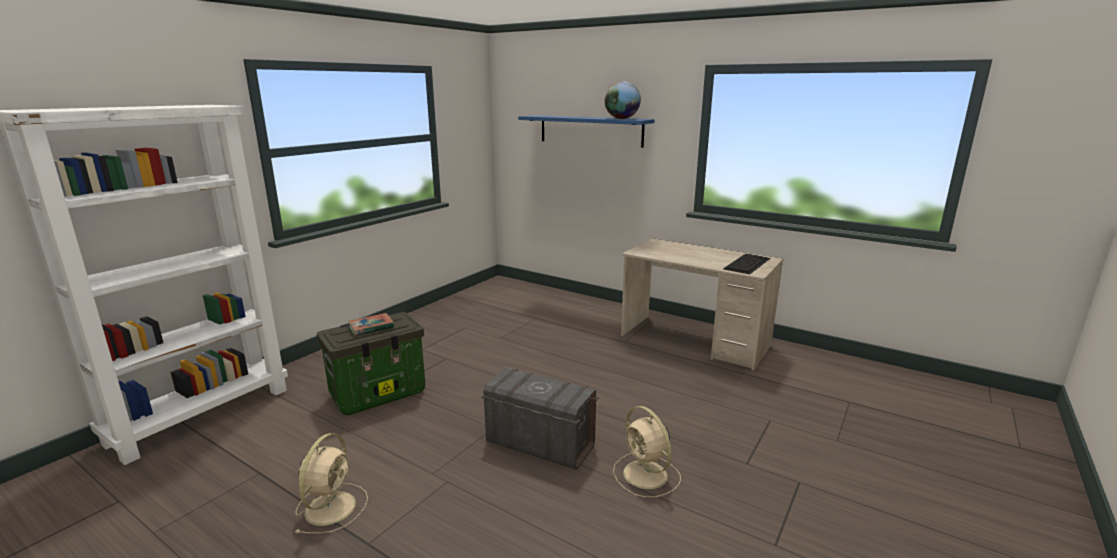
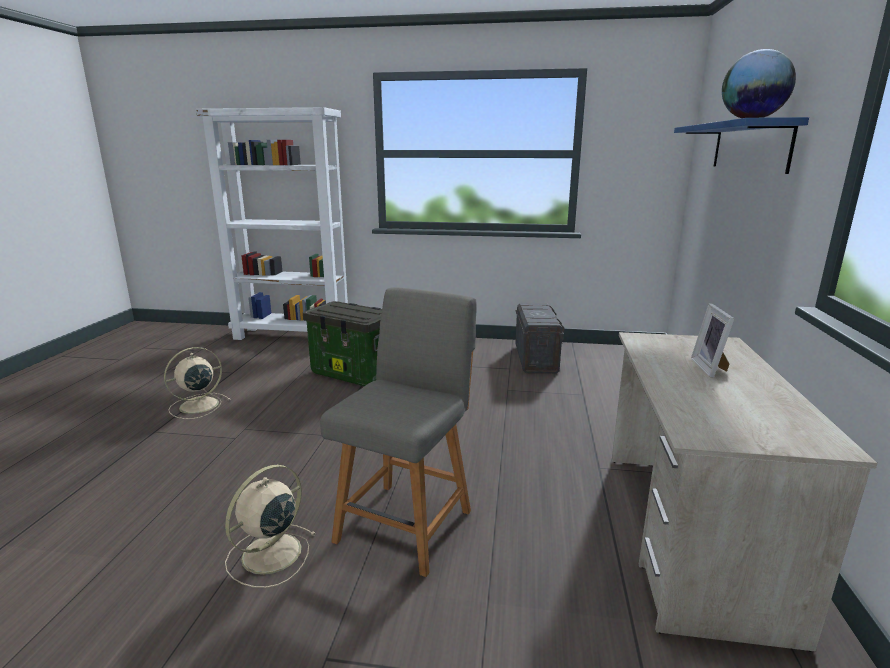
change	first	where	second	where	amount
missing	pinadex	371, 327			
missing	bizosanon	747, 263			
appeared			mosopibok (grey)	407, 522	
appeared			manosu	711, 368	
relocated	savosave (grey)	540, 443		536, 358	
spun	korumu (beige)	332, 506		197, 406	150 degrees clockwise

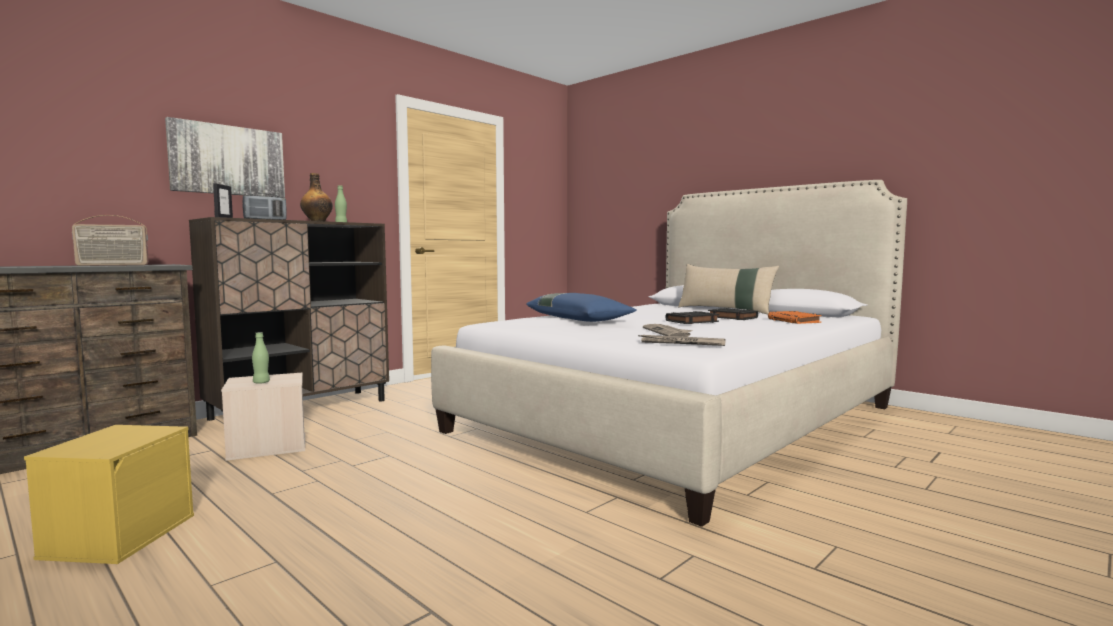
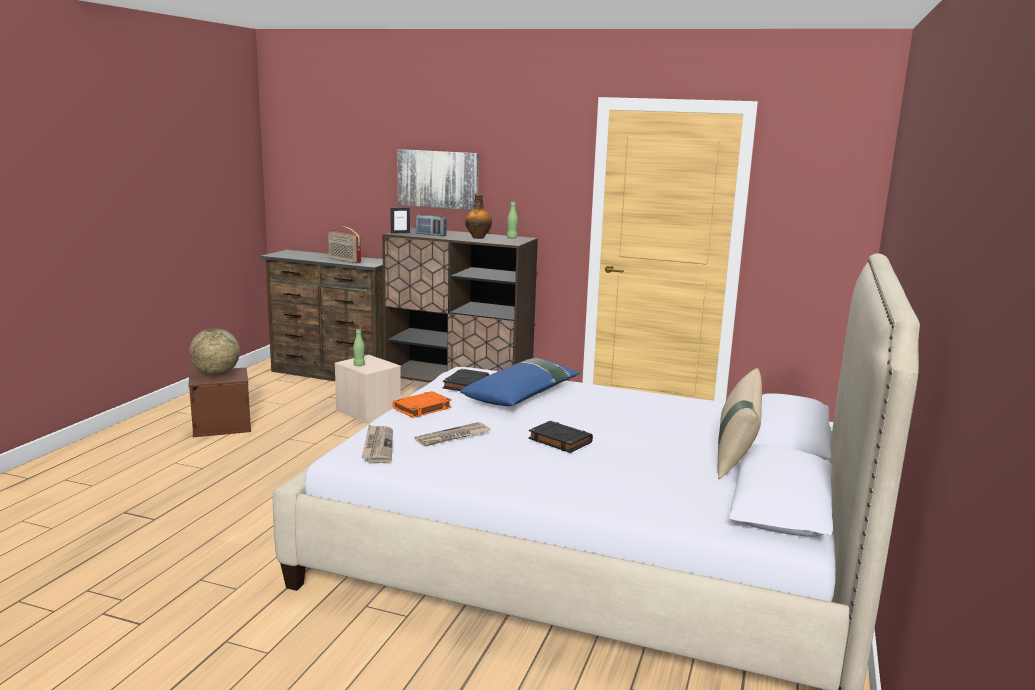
change	first	where	second	where	amount
appeared			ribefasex	216, 374	
relocated	pinadex (black)	732, 317		466, 384	
relocated	pinadex (orange)	794, 321		422, 408	
colour	savosave (yellow)	120, 535	savosave (brown)	223, 426	

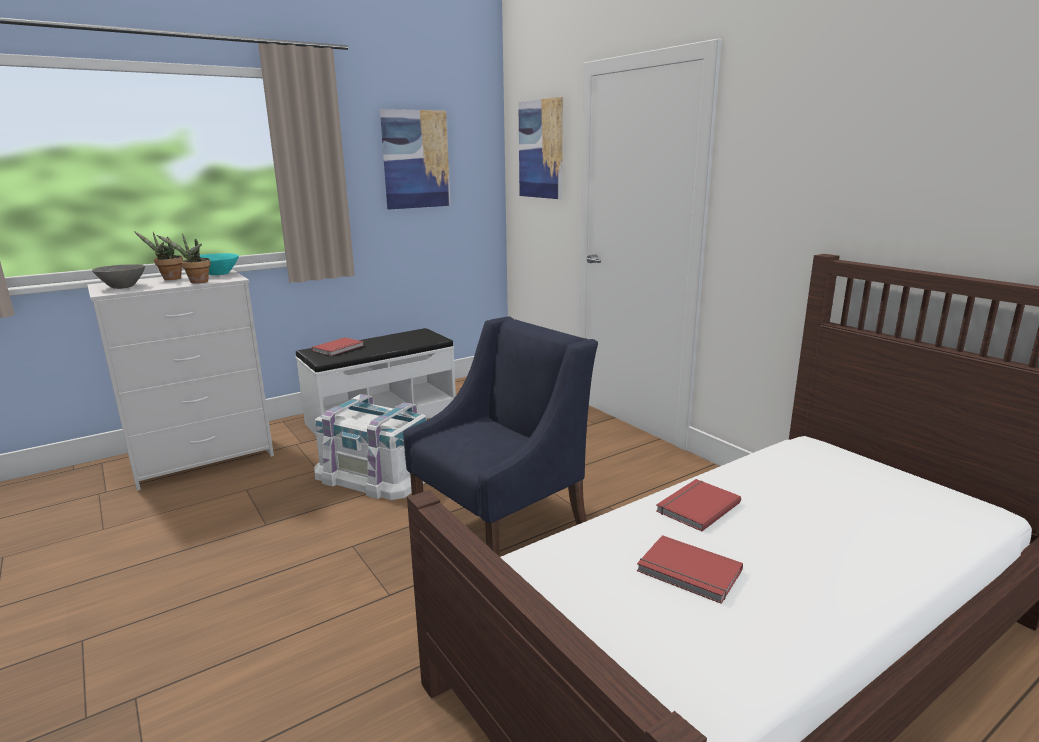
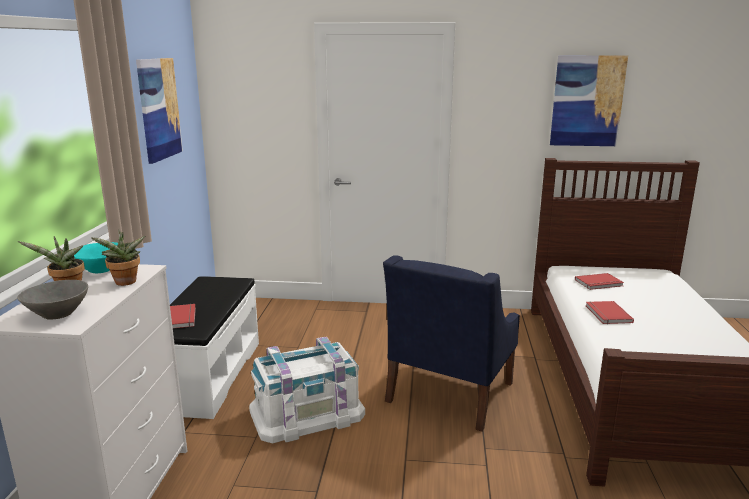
change	first	where	second	where	amount
relocated	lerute	541, 149		587, 101	
relocated	pinadex (red)	688, 573		599, 283	
spun	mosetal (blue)	502, 522		448, 392	150 degrees counterclockwise

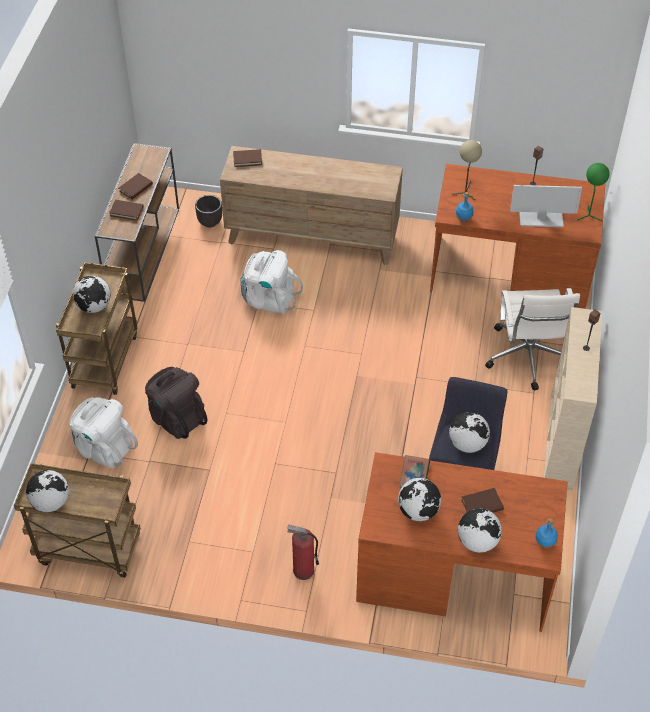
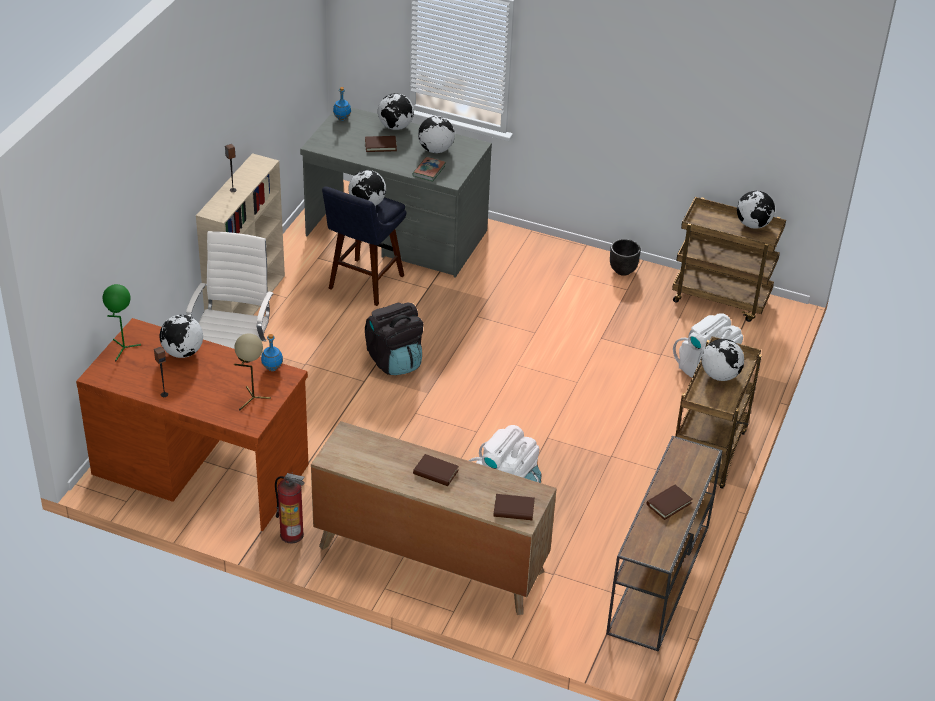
change	first	where	second	where	amount
relocated	pinadex (brown)	126, 211		435, 472	
relocated	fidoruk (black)	176, 417		394, 360	
relocated	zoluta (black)	210, 222		622, 270	
relocated	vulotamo	303, 570		292, 534	
exchanged	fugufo	540, 219	ribefasex	182, 352	
colour	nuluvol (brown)	453, 573	nuluvol (grey)	396, 234	

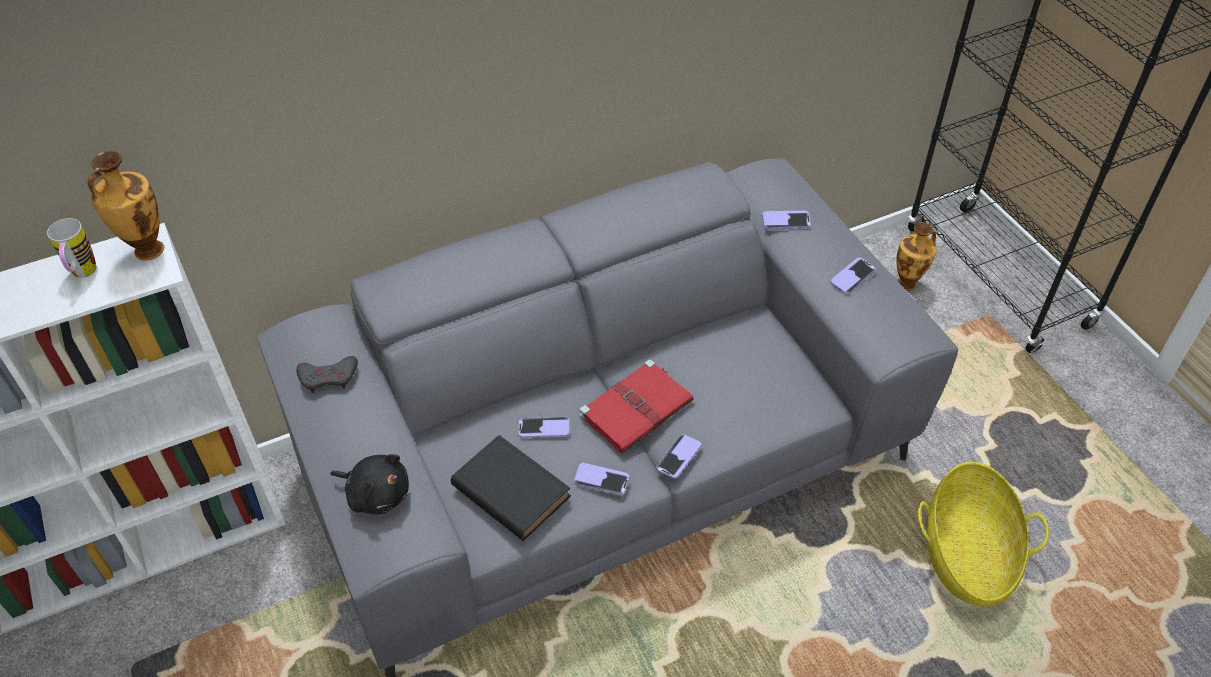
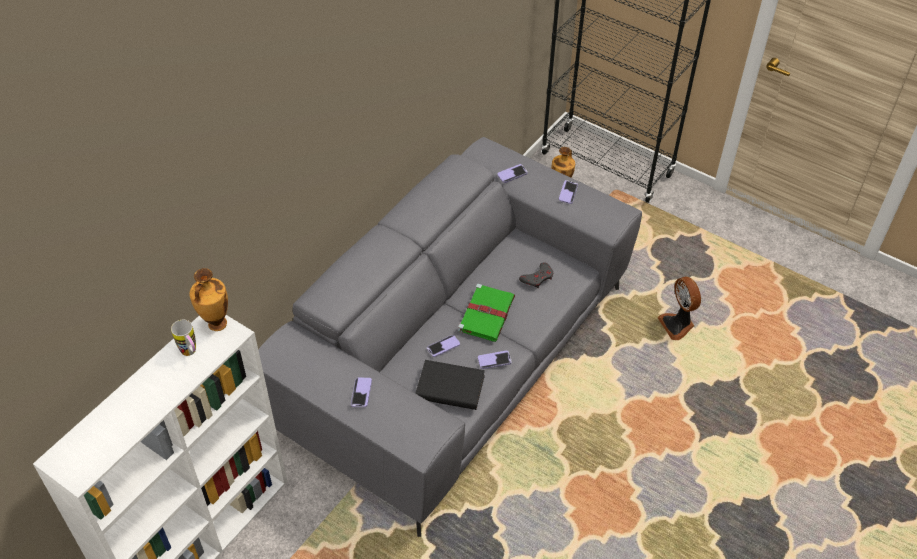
change	first	where	second	where	amount
missing	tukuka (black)	376, 494			
relocated	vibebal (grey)	328, 377		537, 278	
relocated	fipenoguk	678, 457		361, 393	
exchanged	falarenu	967, 553	korumu	677, 325	
colour	pinadex (red)	637, 408	pinadex (green)	486, 313	

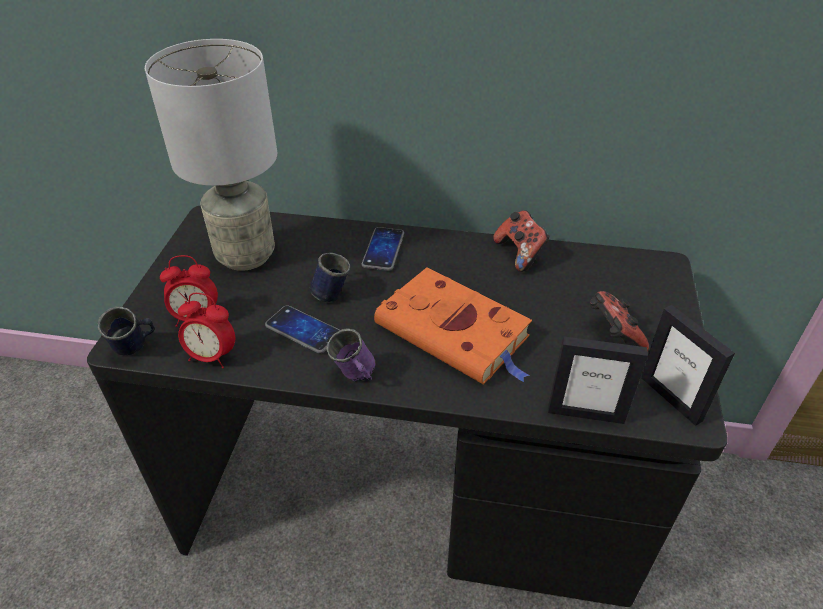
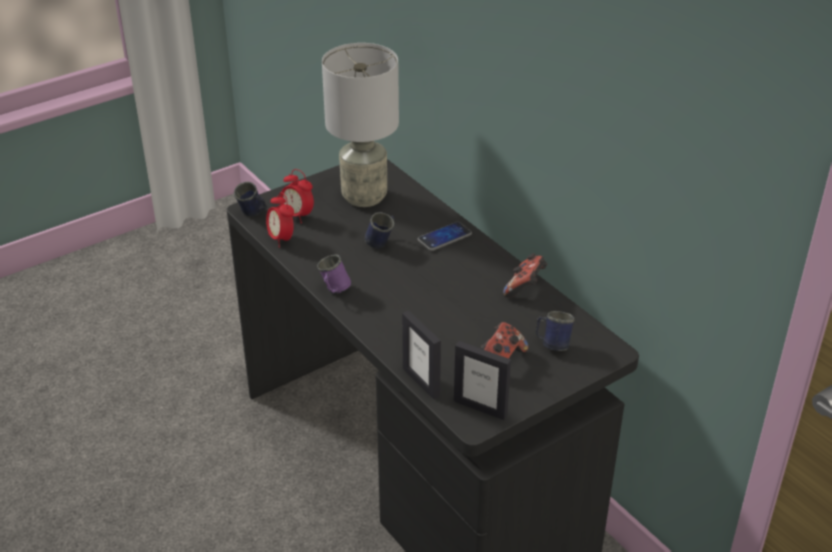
change	first	where	second	where	amount
missing	fipenoguk	303, 330			
missing	pinadex (orange)	456, 333			
appeared			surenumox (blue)	552, 344	
spun	manosu	671, 398		480, 408	75 degrees counterclockwise

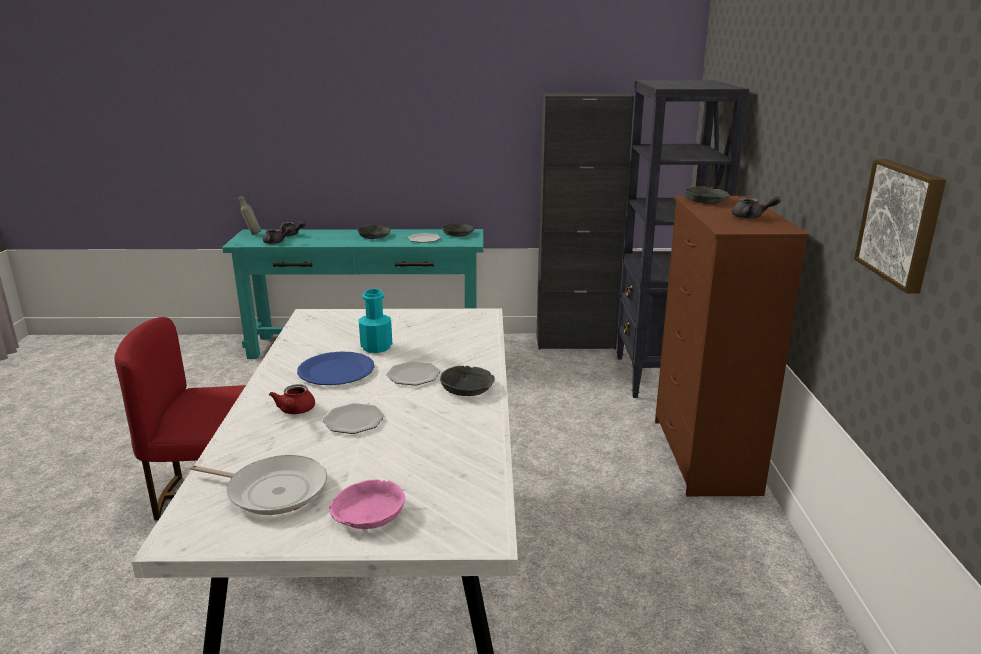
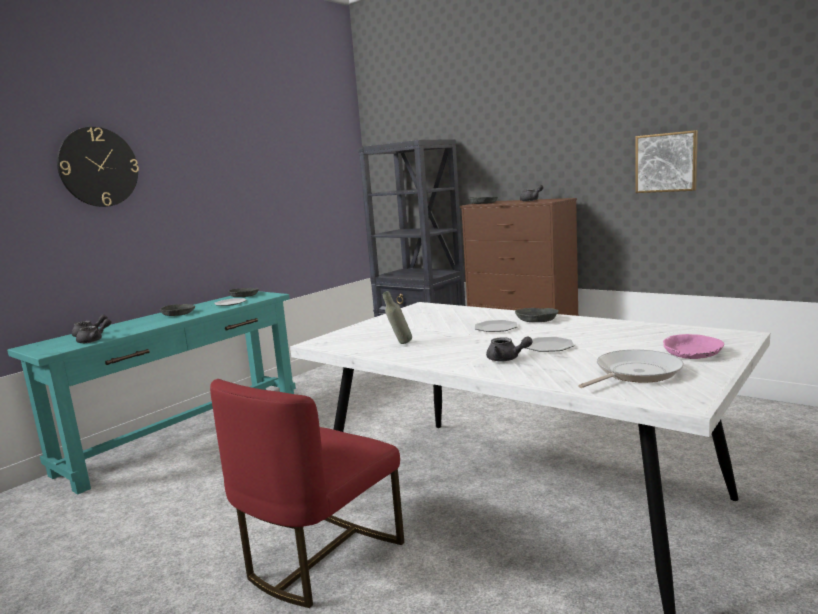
change	first	where	second	where	amount
missing	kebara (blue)	336, 371			
missing	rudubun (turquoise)	376, 347			
missing	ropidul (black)	575, 342			
appeared			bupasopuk	98, 167	
relocated	rudubun (grey)	252, 234		399, 344	
colour	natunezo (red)	295, 411	natunezo (grey)	507, 359	

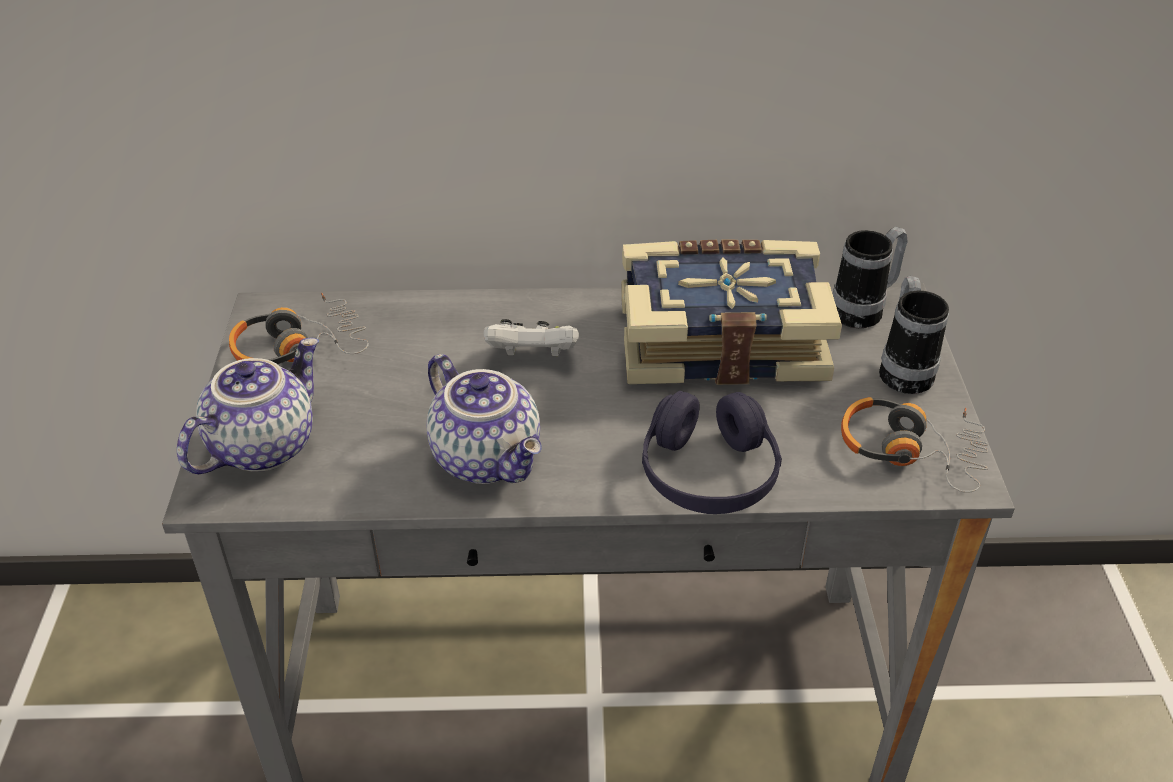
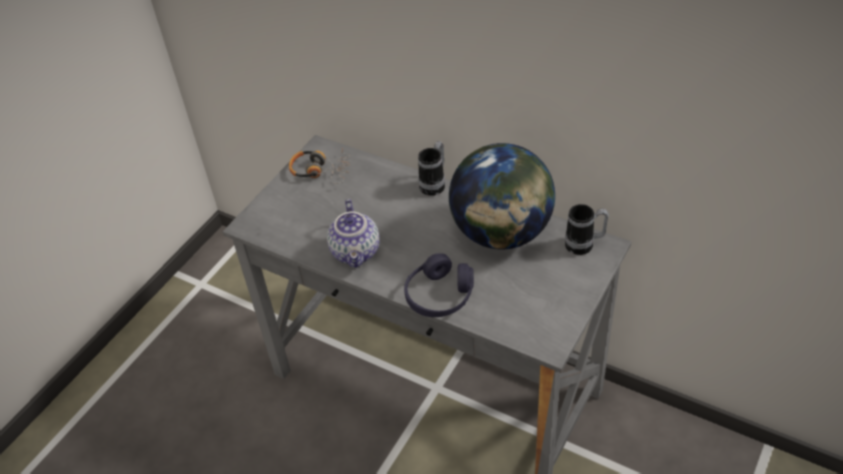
change	first	where	second	where	amount
missing	natunezo	262, 445			
missing	vibebal (white)	533, 357			
missing	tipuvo	911, 451			
relocated	surenumox	903, 370		435, 184	
exchanged	pinadex	720, 337	ribefasex	502, 233	

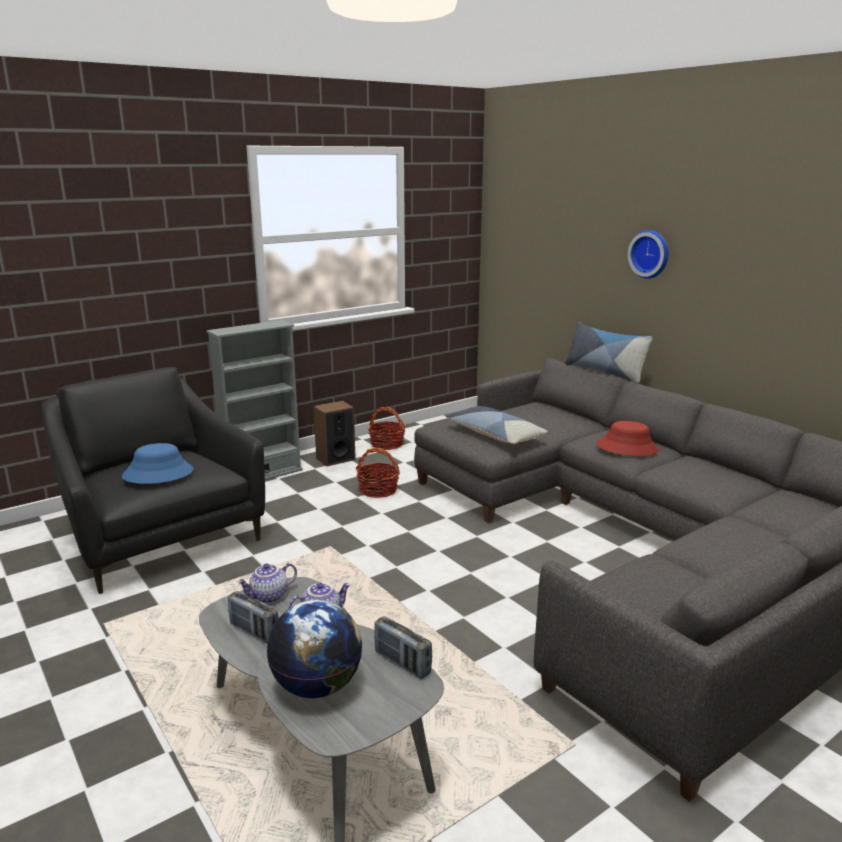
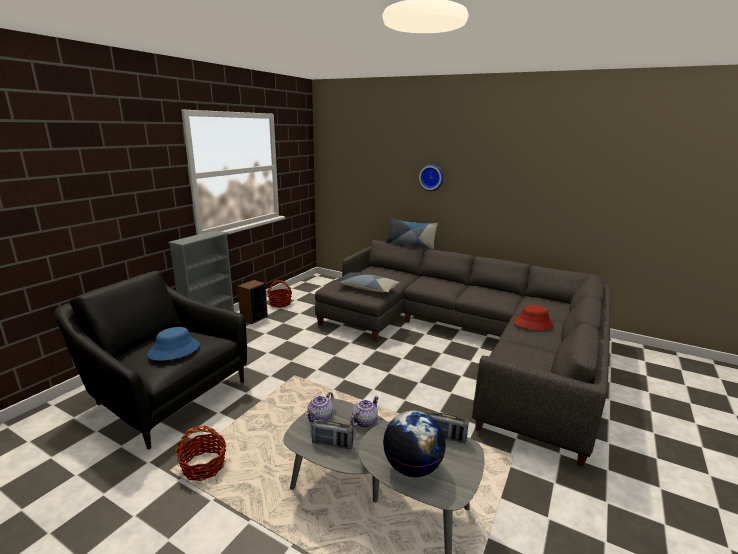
change	first	where	second	where	amount
relocated	falarenu	378, 490		204, 466	
relocated	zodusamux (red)	627, 448		532, 323	

